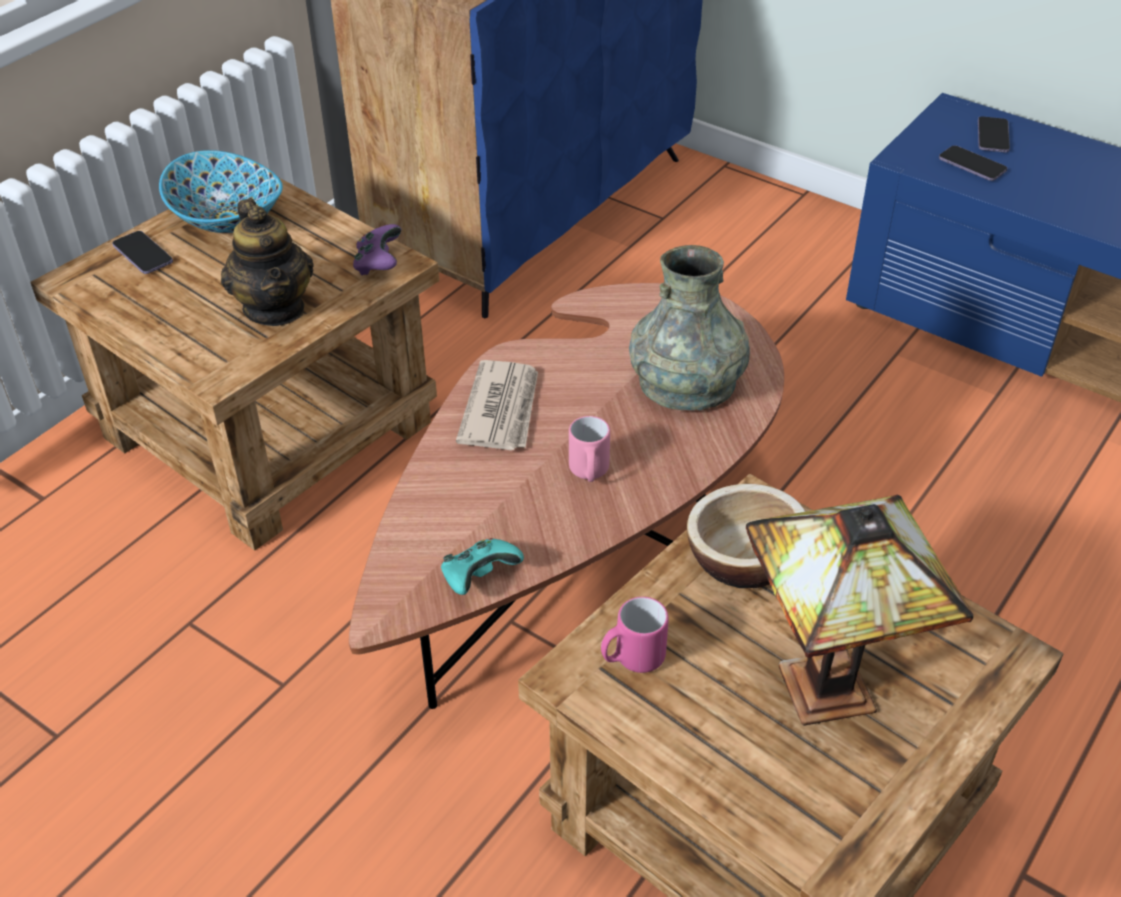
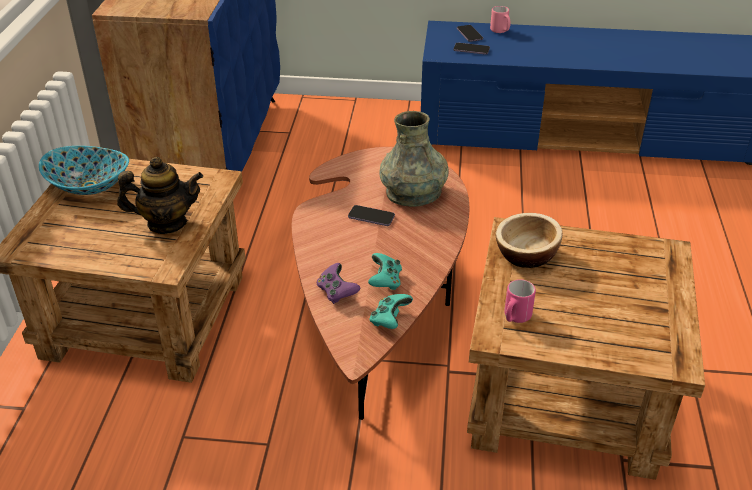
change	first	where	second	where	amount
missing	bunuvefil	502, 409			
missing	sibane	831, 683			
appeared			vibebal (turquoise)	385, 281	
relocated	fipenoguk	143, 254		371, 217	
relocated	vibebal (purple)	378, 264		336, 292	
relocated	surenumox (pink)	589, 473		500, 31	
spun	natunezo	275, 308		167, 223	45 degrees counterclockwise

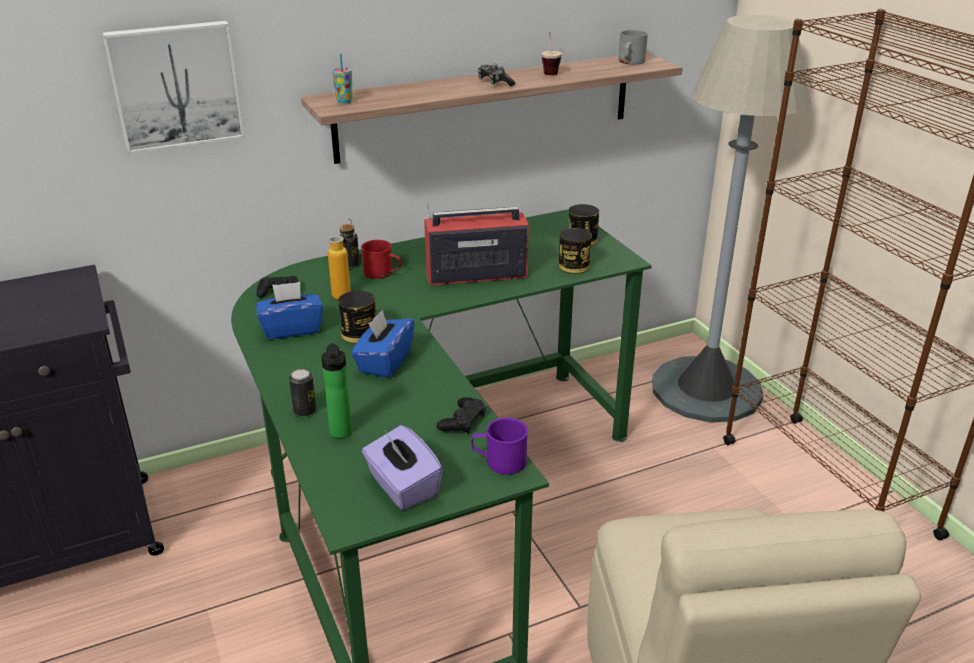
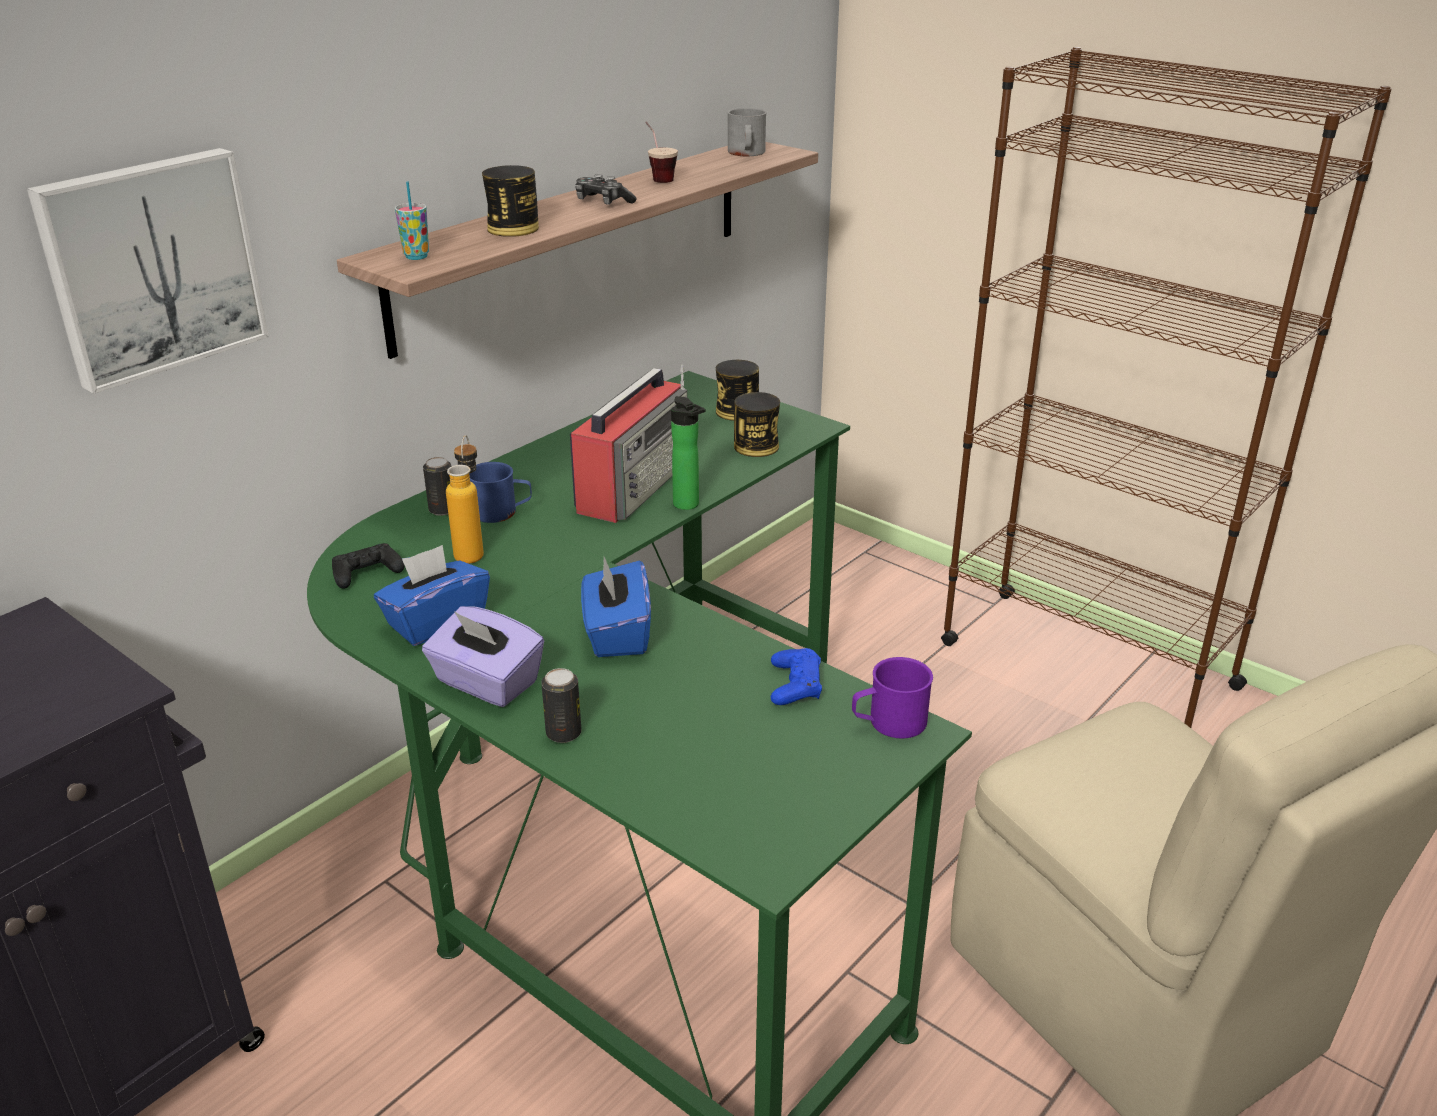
change	first	where	second	where	amount
missing	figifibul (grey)	706, 389			
relocated	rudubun	341, 434		688, 505	
relocated	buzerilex	359, 334		513, 228	
relocated	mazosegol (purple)	402, 487		486, 683	
colour	surenumox (red)	382, 273	surenumox (blue)	501, 512	
colour	vibebal (black)	462, 421	vibebal (blue)	795, 685	
spun	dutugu	474, 274		634, 485	150 degrees clockwise

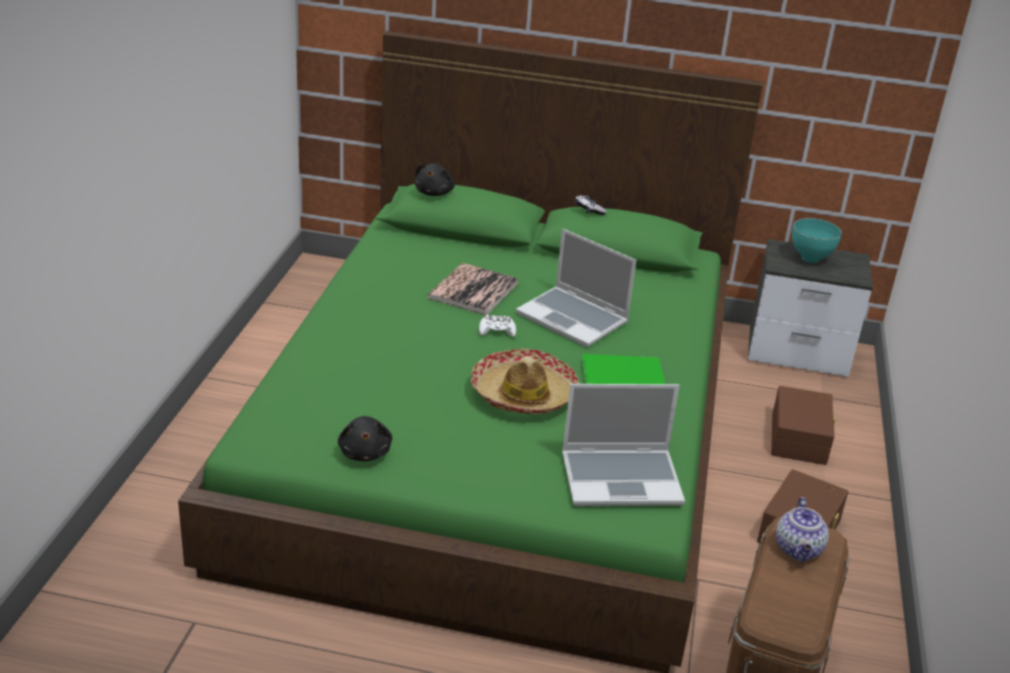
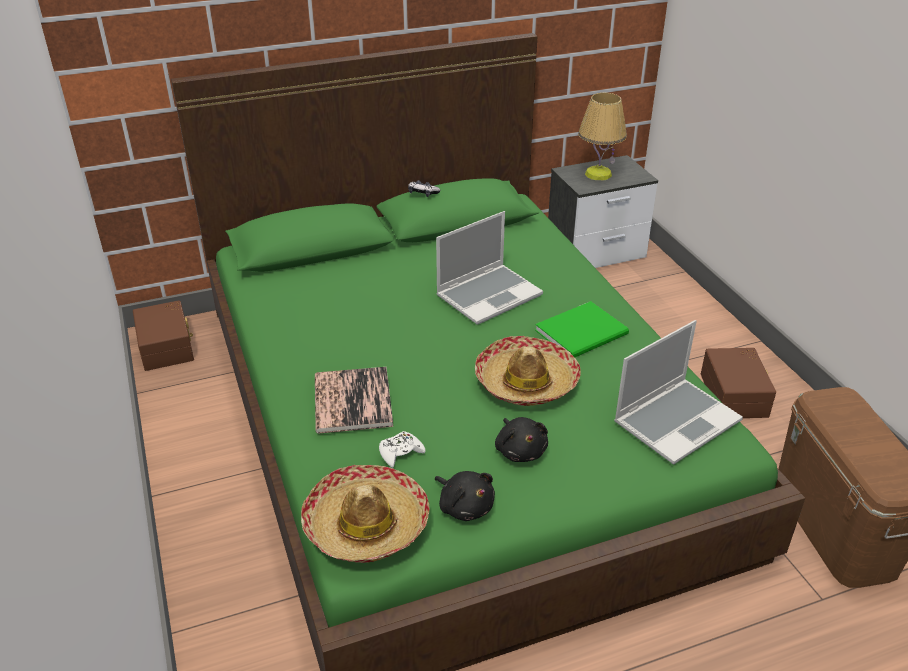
change	first	where	second	where	amount
missing	natunezo	798, 550			
appeared			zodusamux	366, 524	
relocated	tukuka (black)	434, 193		520, 450	
relocated	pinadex	473, 290		352, 401	
relocated	vibebal (white)	497, 331		400, 453	
relocated	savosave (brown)	801, 438		167, 346	
exchanged	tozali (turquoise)	811, 260	sibane	598, 174	
spun	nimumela	574, 319		489, 295	45 degrees counterclockwise

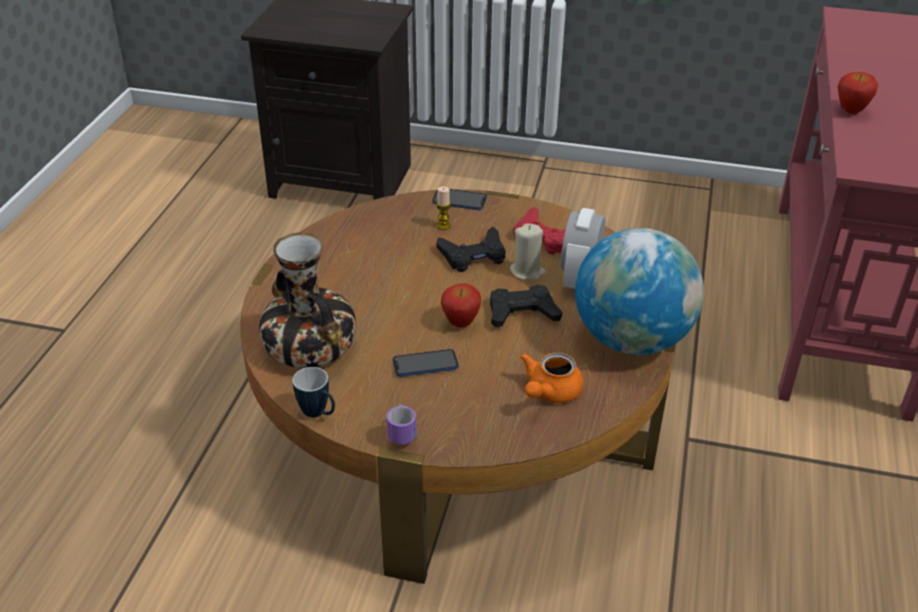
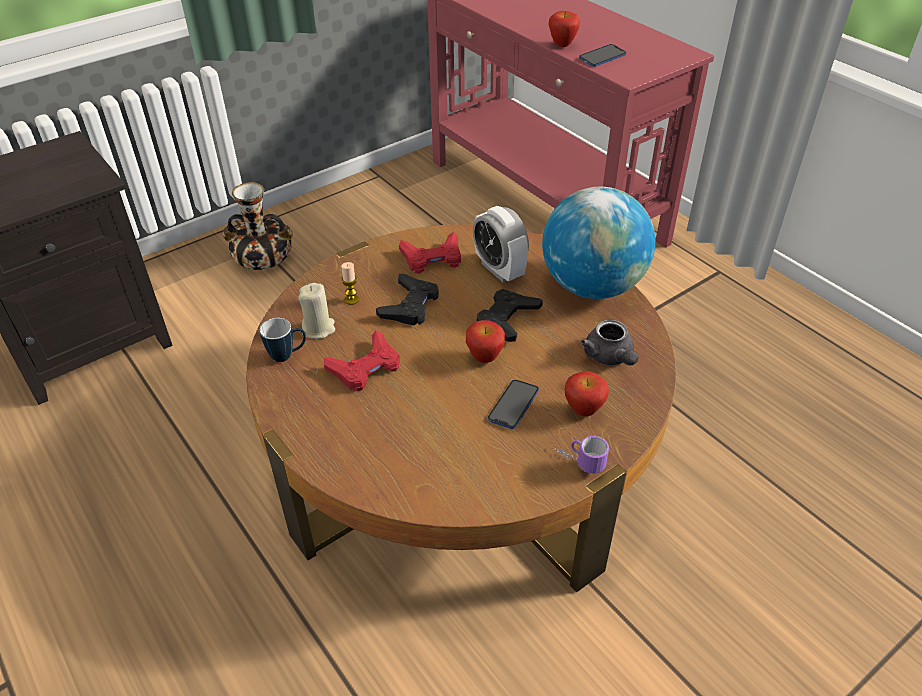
change	first	where	second	where	amount
appeared			vibebal (red)	365, 367	
appeared			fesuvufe	583, 411	
relocated	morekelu	310, 348		264, 258	
relocated	surenumox	318, 414		287, 355	
relocated	fipenoguk	459, 200		602, 57	
relocated	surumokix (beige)	527, 271		318, 329	
colour	natunezo (orange)	549, 392	natunezo (grey)	610, 357	

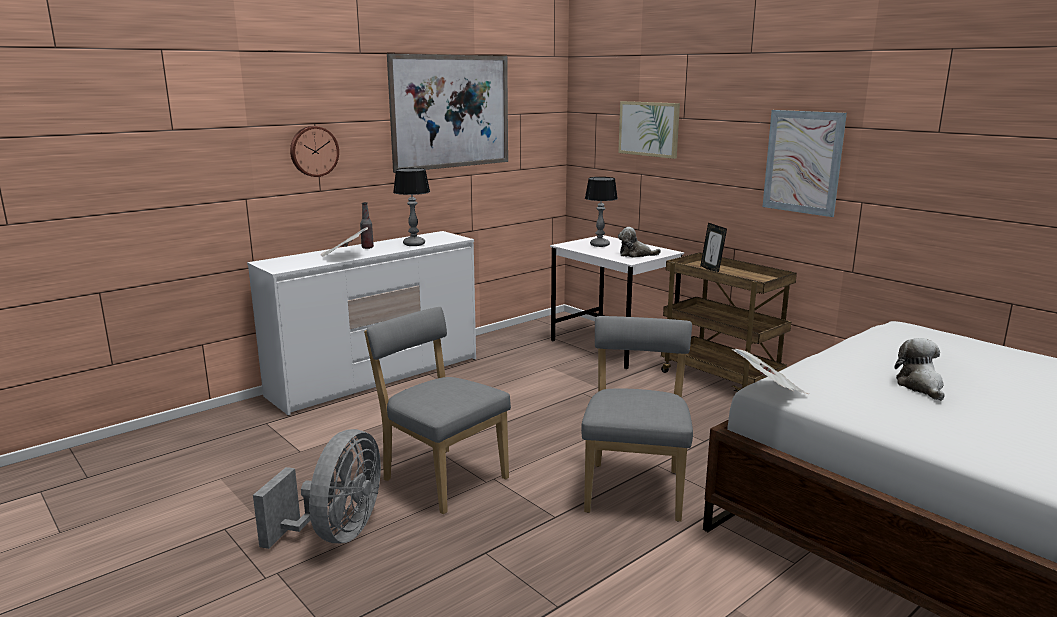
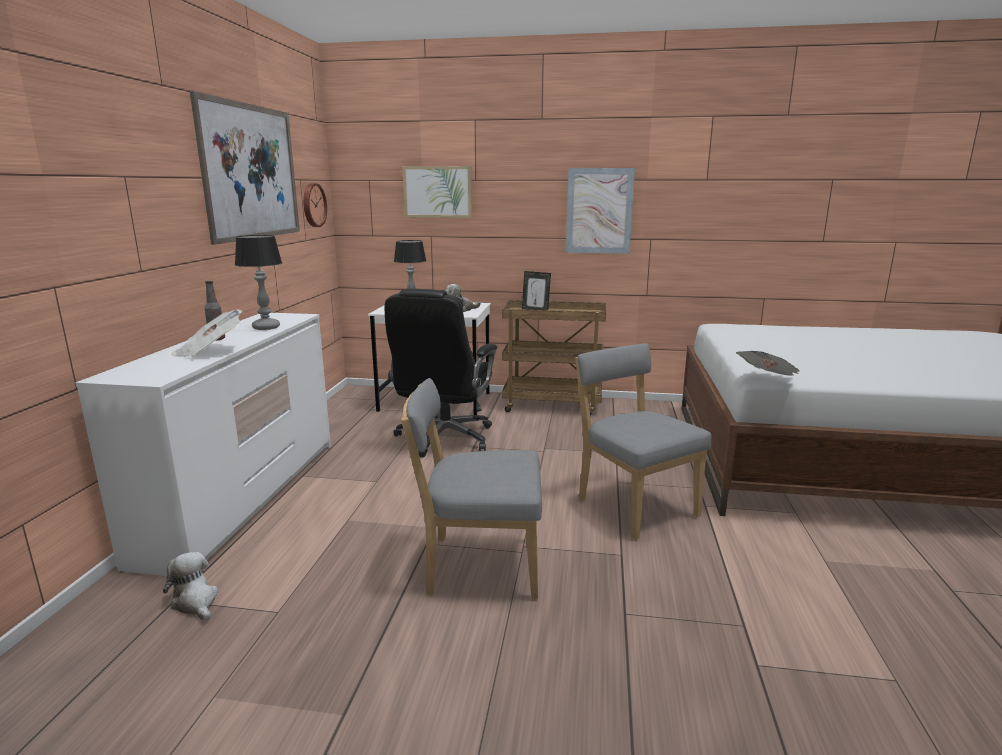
change	first	where	second	where	amount
missing	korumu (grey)	336, 533			
appeared			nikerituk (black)	444, 438	
relocated	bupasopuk	313, 151		313, 205	
relocated	tukuka	920, 386		195, 602	

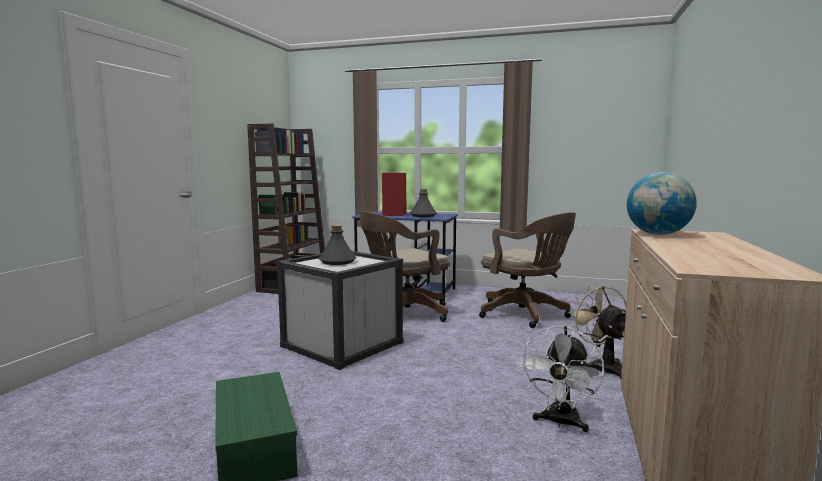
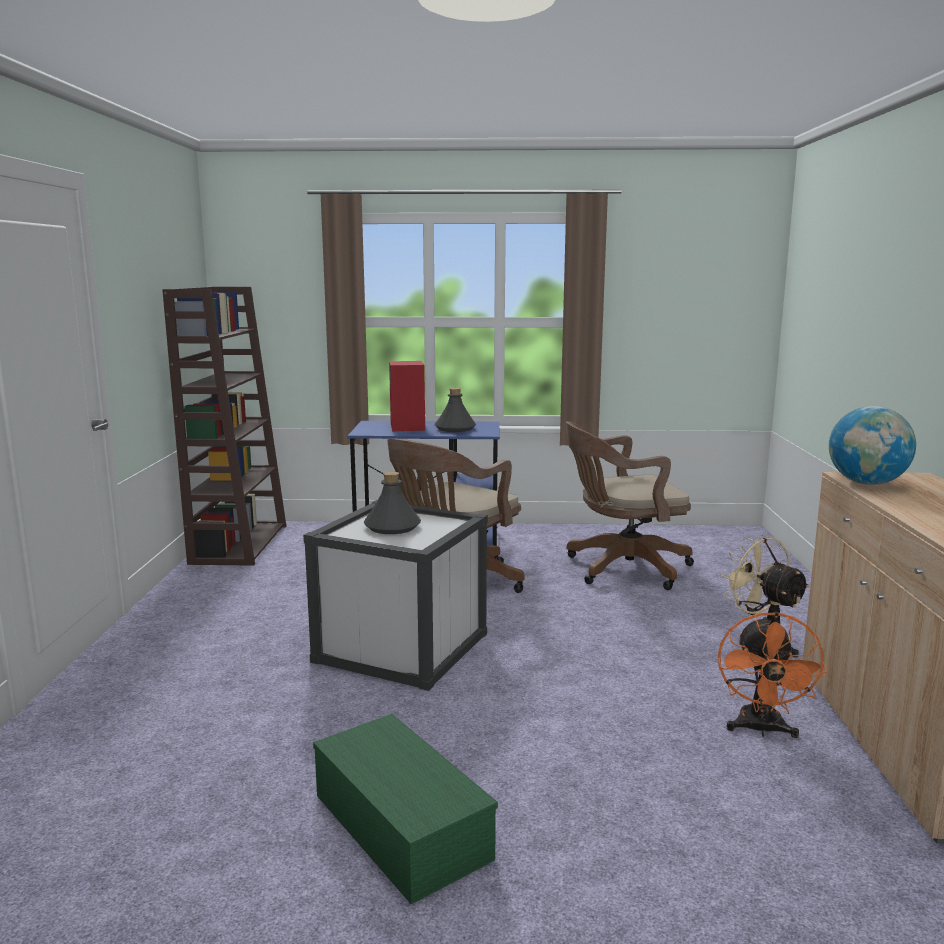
change	first	where	second	where	amount
colour	korumu (white)	560, 423	korumu (orange)	761, 730	
spun	nikerituk (brown)	526, 314		621, 568	135 degrees clockwise

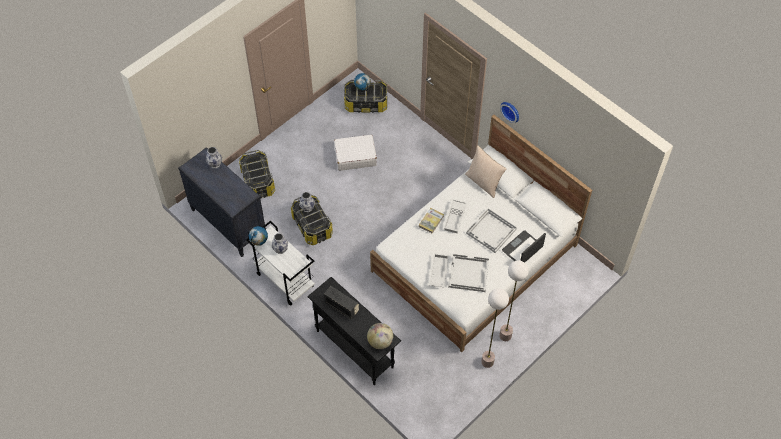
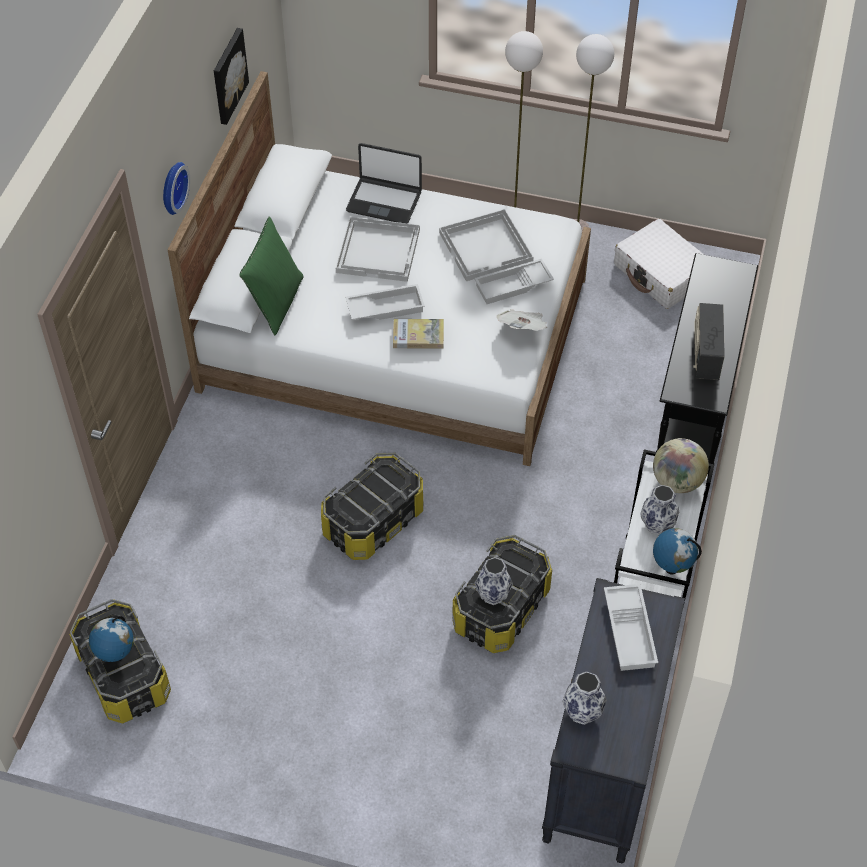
change	first	where	second	where	amount
appeared			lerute	228, 75	
appeared			bunuvefil	523, 329	
appeared			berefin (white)	631, 631	
relocated	savosave	257, 182		374, 522	
relocated	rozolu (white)	355, 156		661, 273	
relocated	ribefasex	380, 341		677, 481	
colour	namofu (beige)	484, 182	namofu (green)	276, 302	

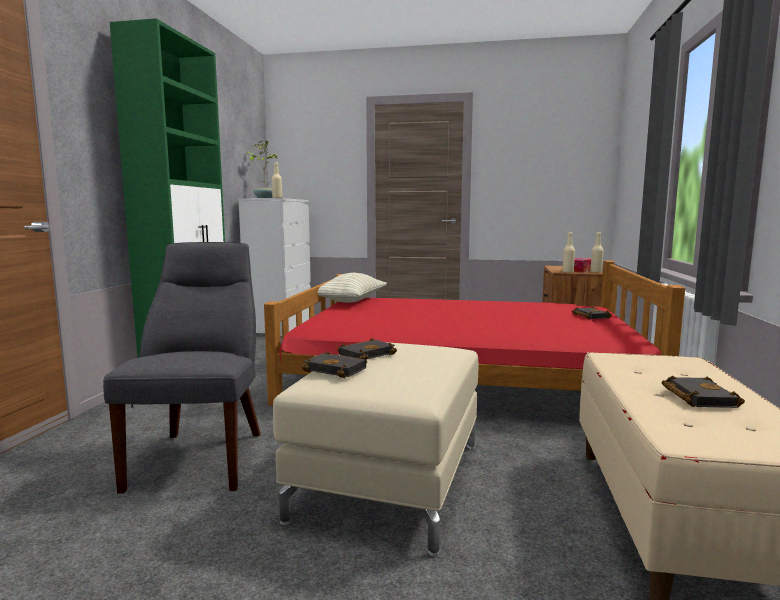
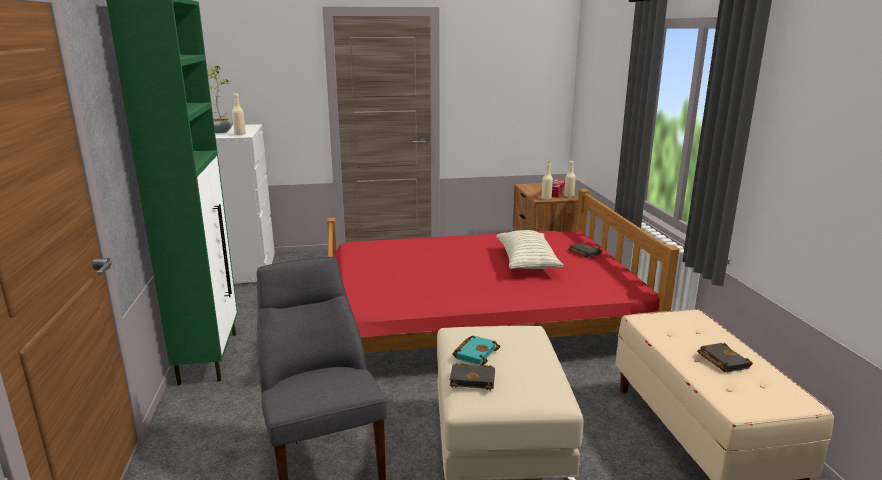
change	first	where	second	where	amount
relocated	namofu	351, 301		527, 262	
colour	pinadex (black)	366, 354	pinadex (turquoise)	475, 353	

